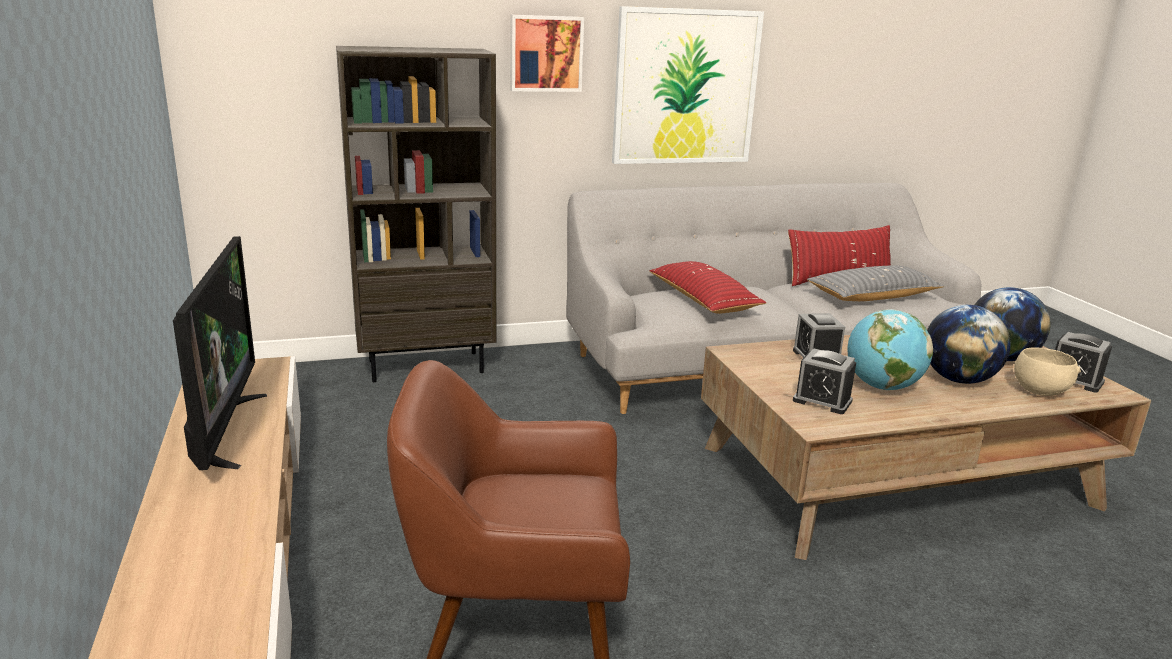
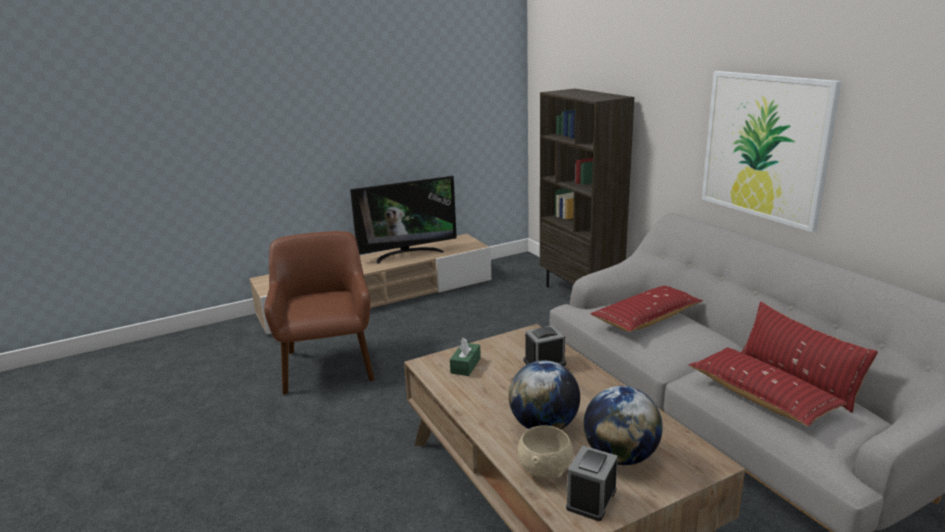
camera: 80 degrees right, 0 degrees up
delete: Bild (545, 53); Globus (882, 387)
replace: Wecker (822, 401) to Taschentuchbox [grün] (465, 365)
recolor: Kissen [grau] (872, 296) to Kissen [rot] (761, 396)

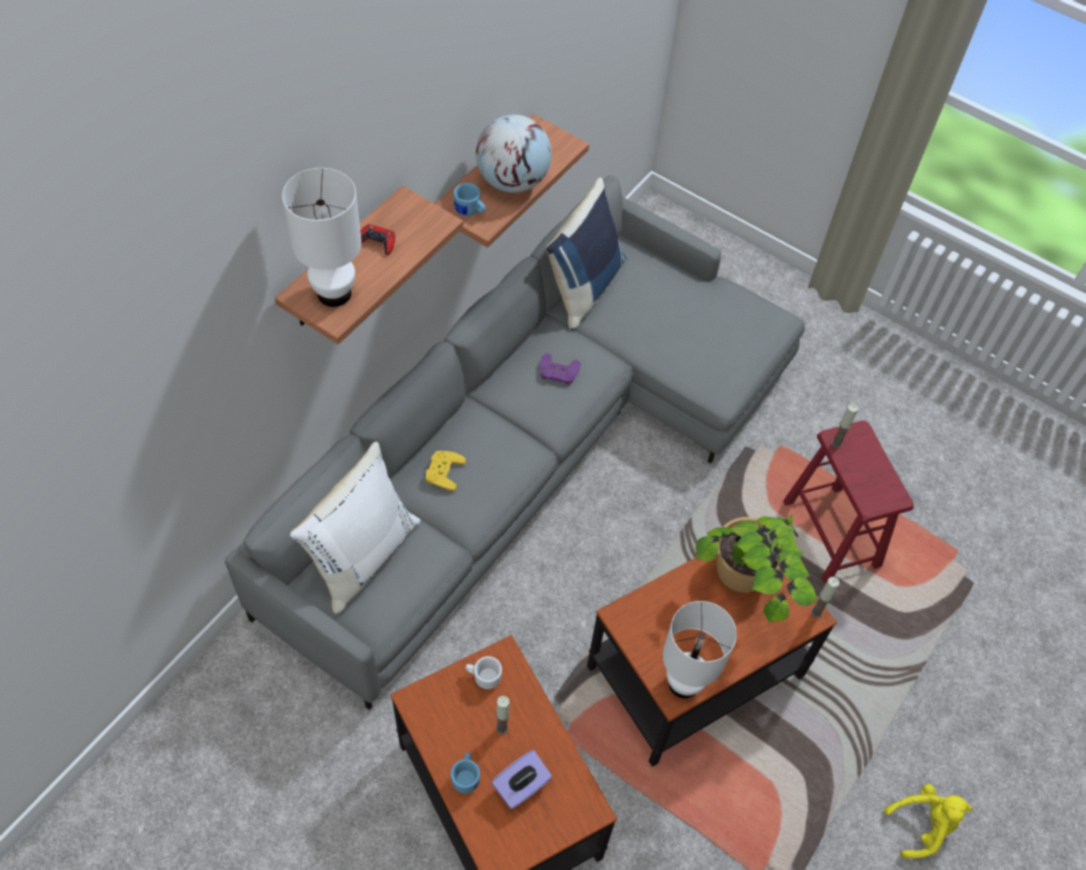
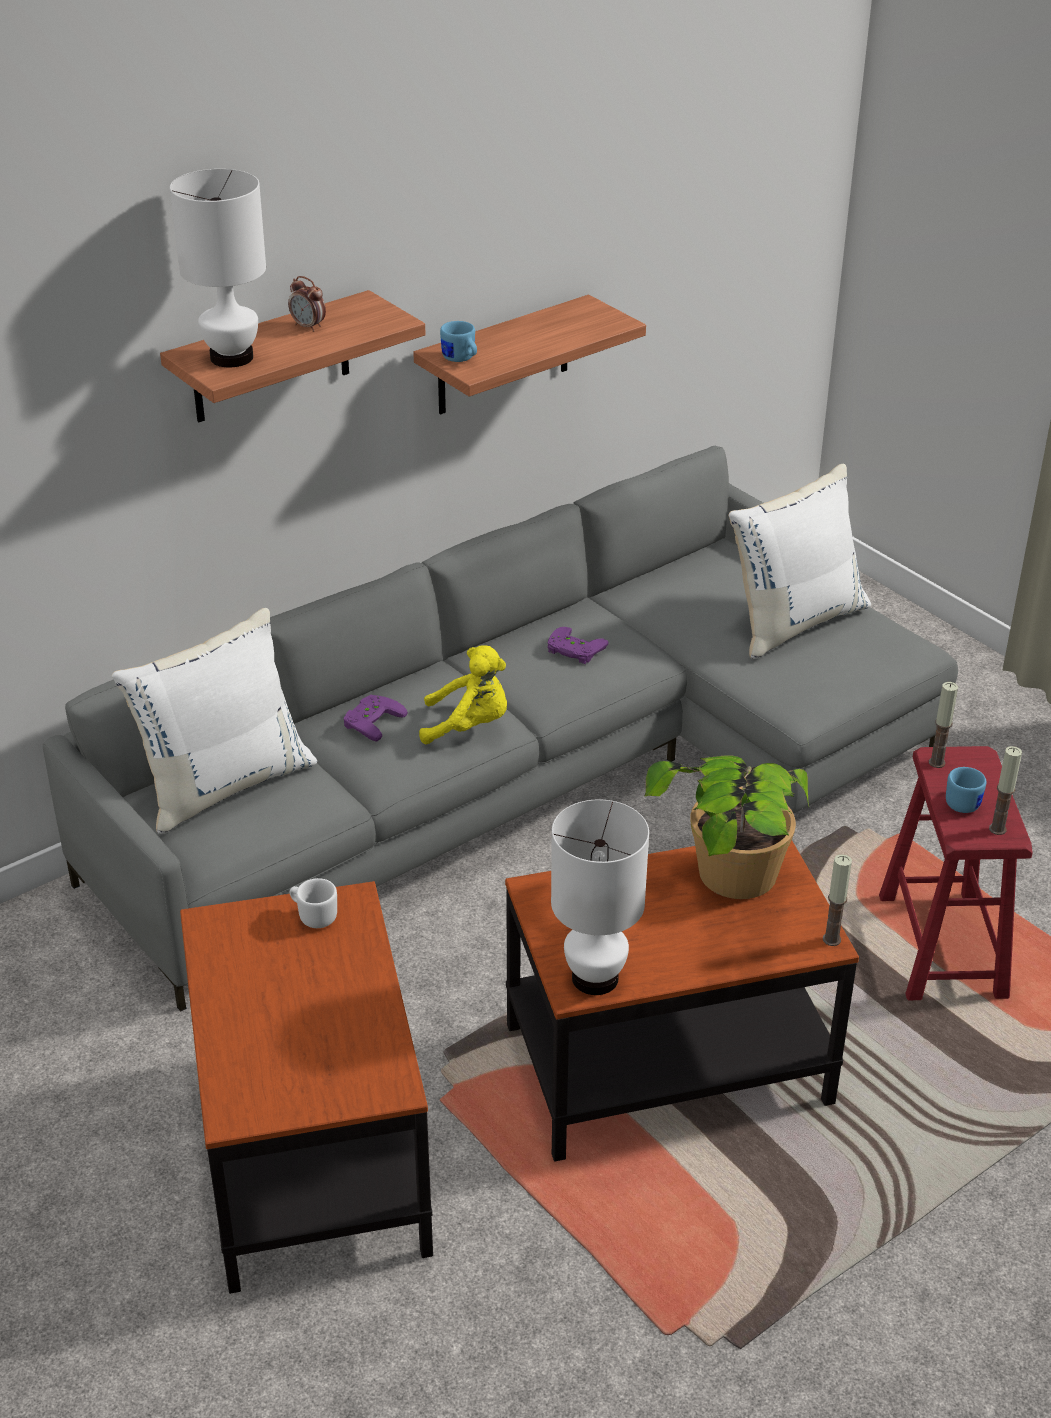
camera: 20 degrees right, 20 degrees down
delete: Globus (512, 181); Taschentuchbox [lila] (521, 786); Kissen [blau] (583, 286)
insert: Kissen [weiß] (794, 621)
move: Plüschtier [gelb] (922, 825) to (469, 726); Henkelbecher [blau] (466, 776) to (964, 801); Kerze (501, 728) to (997, 829)
replace: Gamepad [rot] (377, 242) to Wecker (308, 327)
recolor: Gamepad [gelb] (442, 471) to Gamepad [lila] (371, 720)

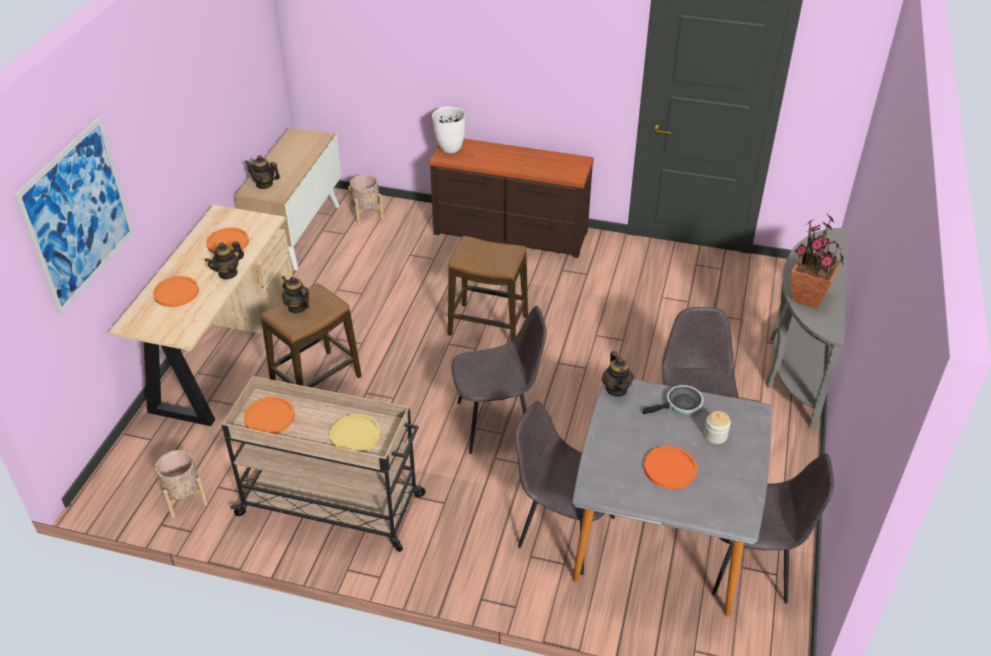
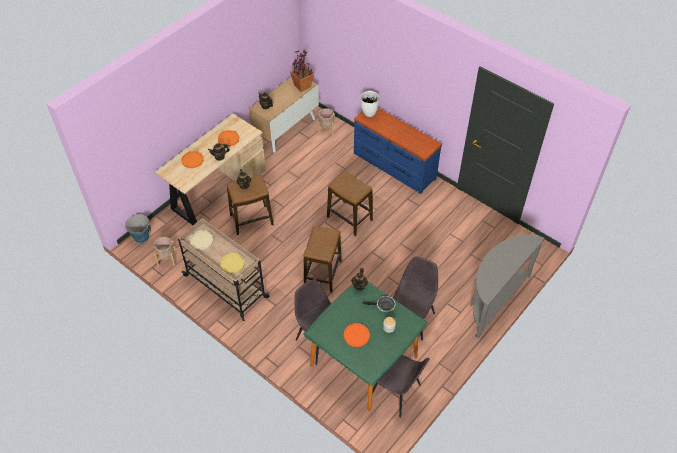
camera: 25 degrees right, 10 degrees up
delete: Bild (78, 215)
insert: Eimer (141, 237)
move: Topfpflanze (808, 297) to (302, 86)
replace: Stuhl [grau] (497, 423) to Hocker (323, 274)
recolor: Teller [orange] (269, 417) to Teller [beige] (201, 240); Esstisch [grau] (662, 535) to Esstisch [grün] (364, 361); Kommode [braun] (510, 233) to Kommode [blau] (393, 166)

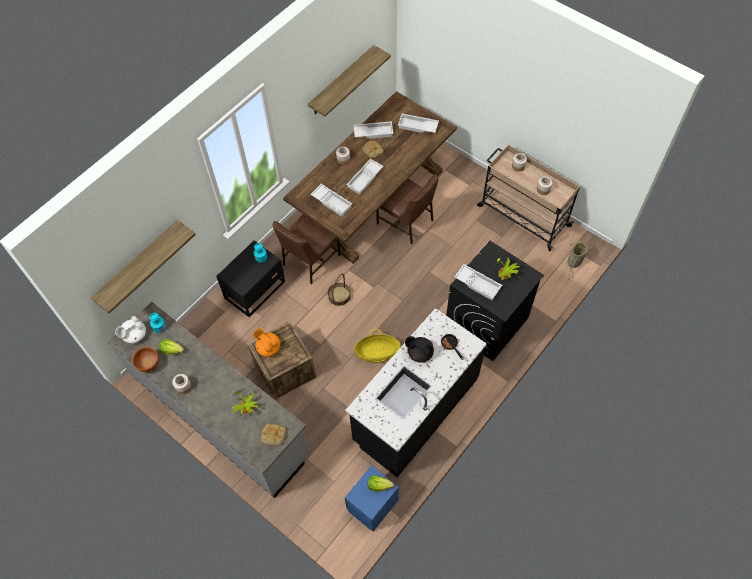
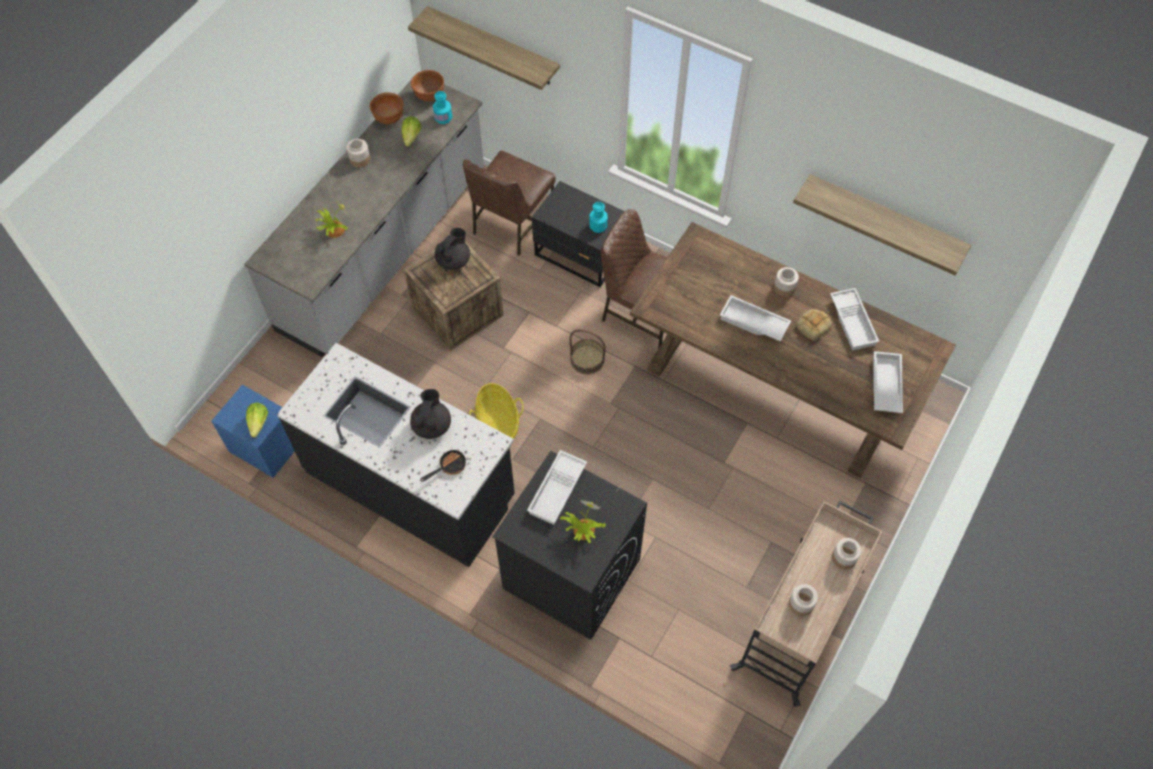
camera: 80 degrees right, 0 degrees up
delete: Brot (273, 435); Tablett [weiß] (332, 202); Korb (573, 263)
move: Stuhl [braun] (406, 222) to (511, 223)
replace: Teekanne [weiß] (134, 335) to Schüssel [braun] (429, 95)
recolor: Teekanne [orange] (268, 347) to Teekanne [schwarz] (454, 260)

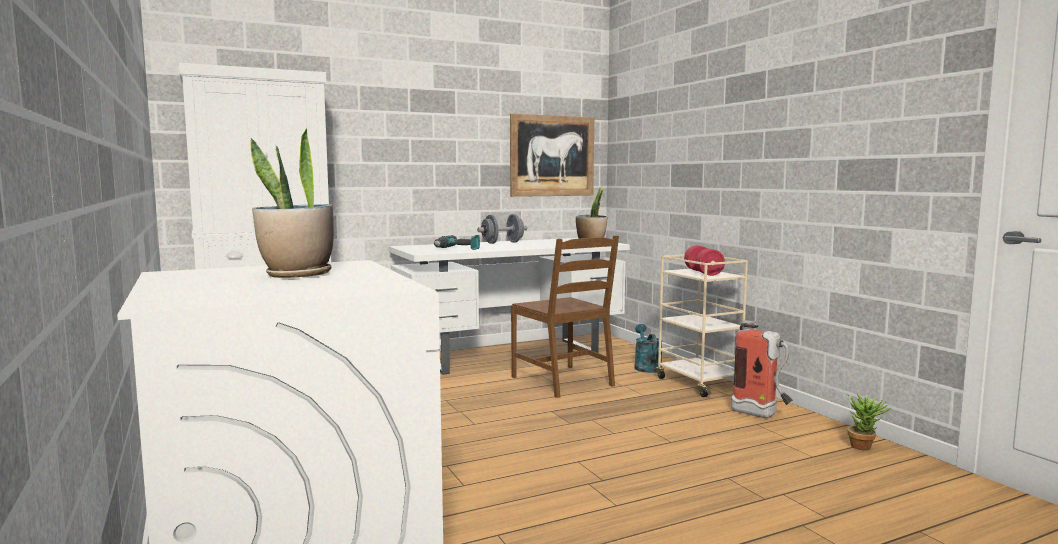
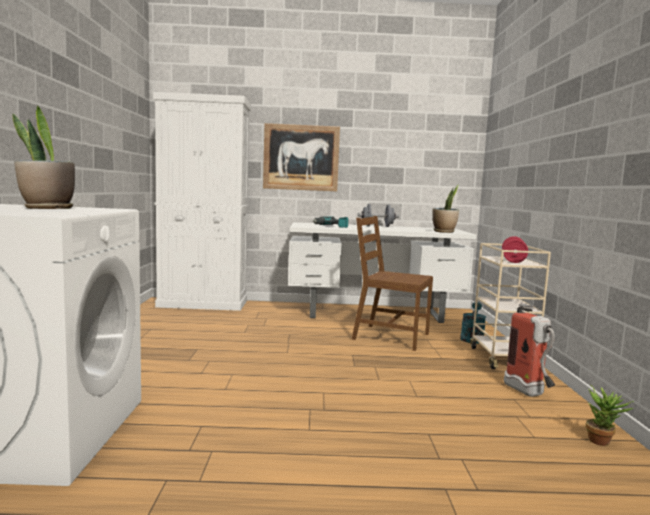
camera: 25 degrees right, 0 degrees up
move: Bild (552, 156) to (301, 157)
rotate: Stuhl [braun] (564, 381) = (390, 337) 120 degrees clockwise

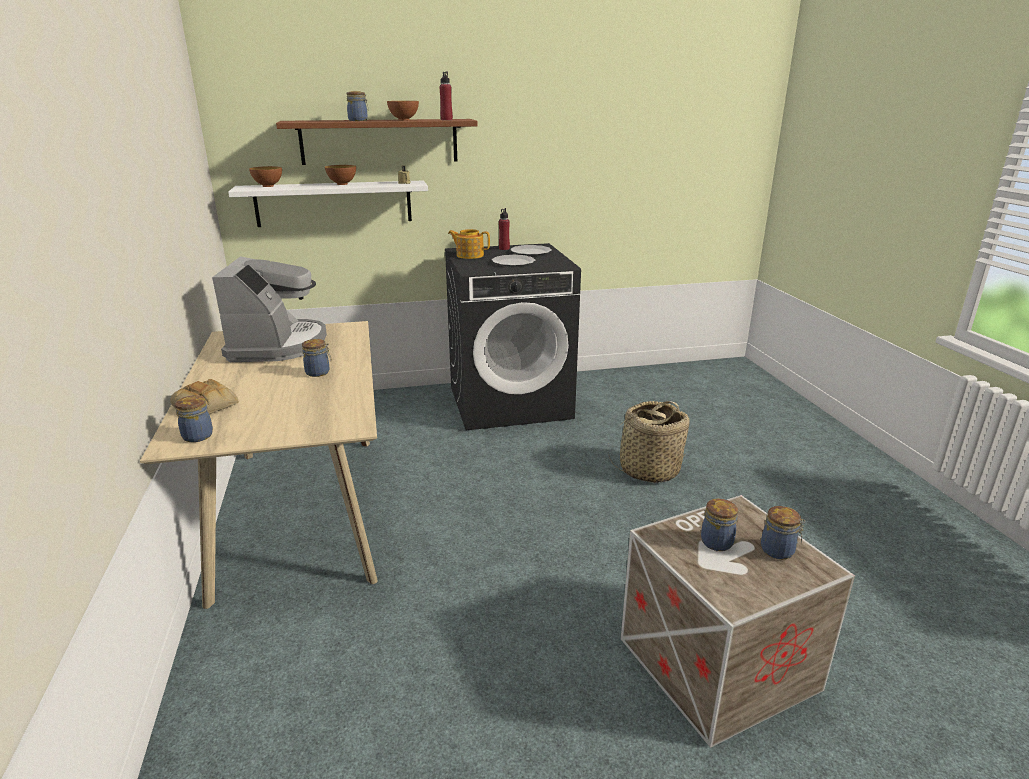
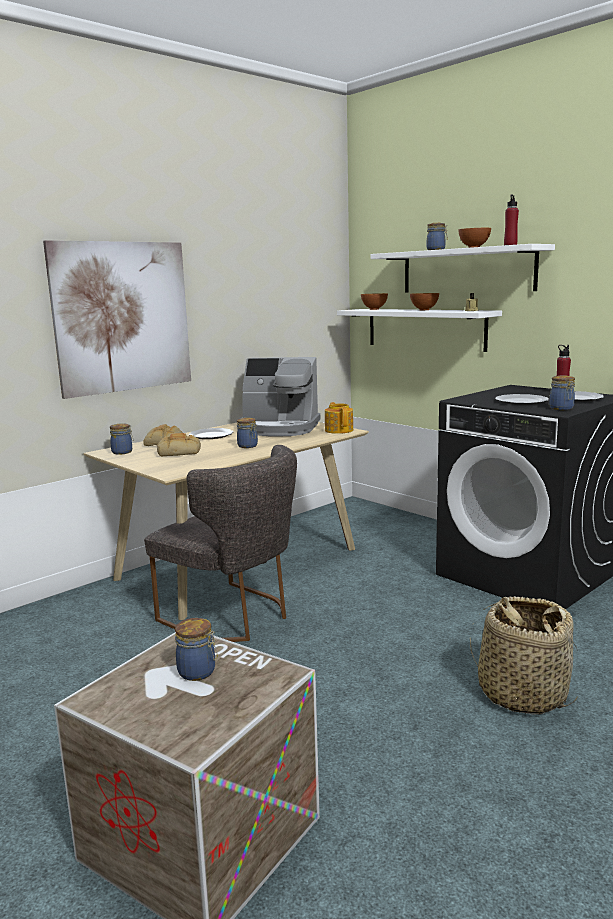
camera: 60 degrees right, 10 degrees down
insert: Bild (122, 317); Stuhl [grau] (234, 616); Brot (180, 452); Teller (211, 435)
move: Teekanne (469, 255) to (339, 430); Vorratsglas (779, 551) to (562, 408)
recolor: Wandregal [braun] (379, 141) to Wandregal [weiß] (466, 270)
rotate: Kaffeemaschine (278, 345) = (279, 428) 45 degrees clockwise

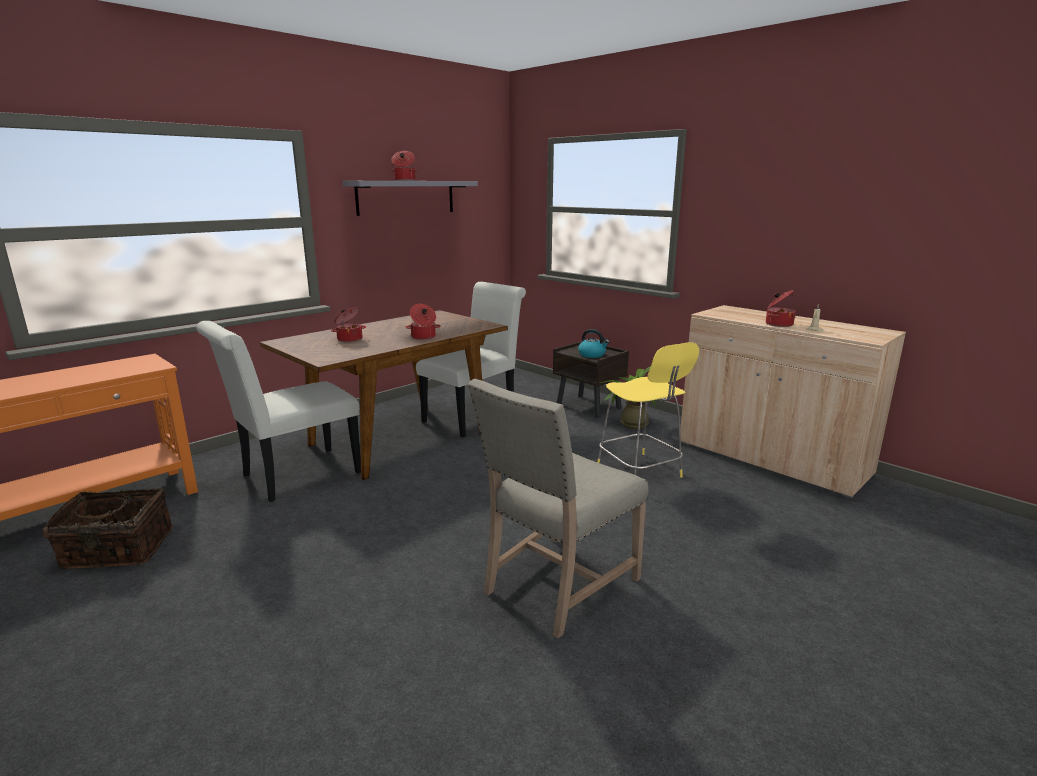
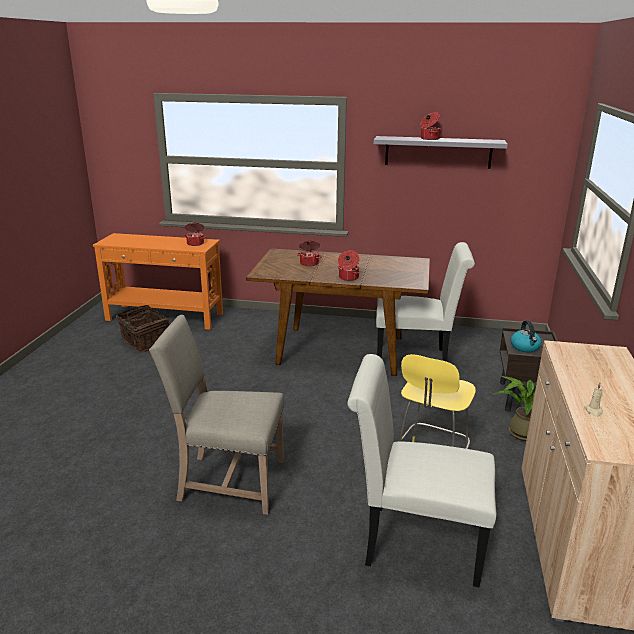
camera: 55 degrees right, 5 degrees up
move: Kochtopf (778, 324) to (195, 243); Stuhl [weiß] (294, 476) to (414, 542)

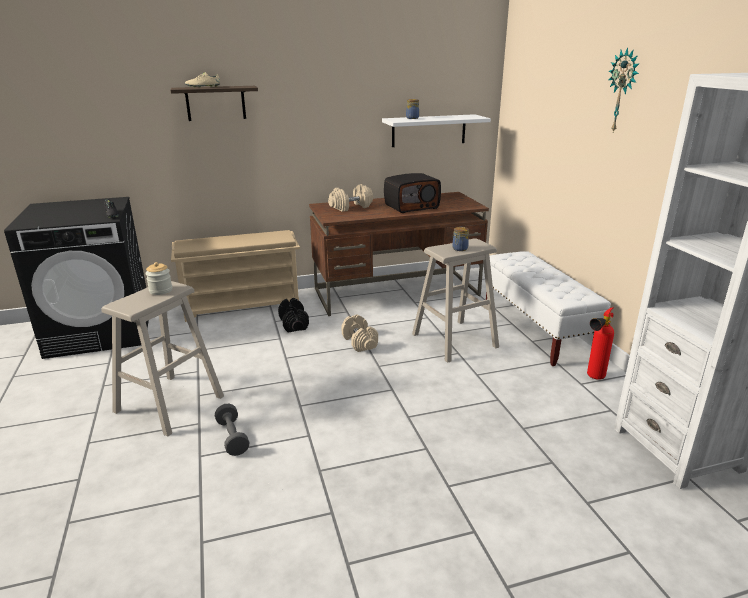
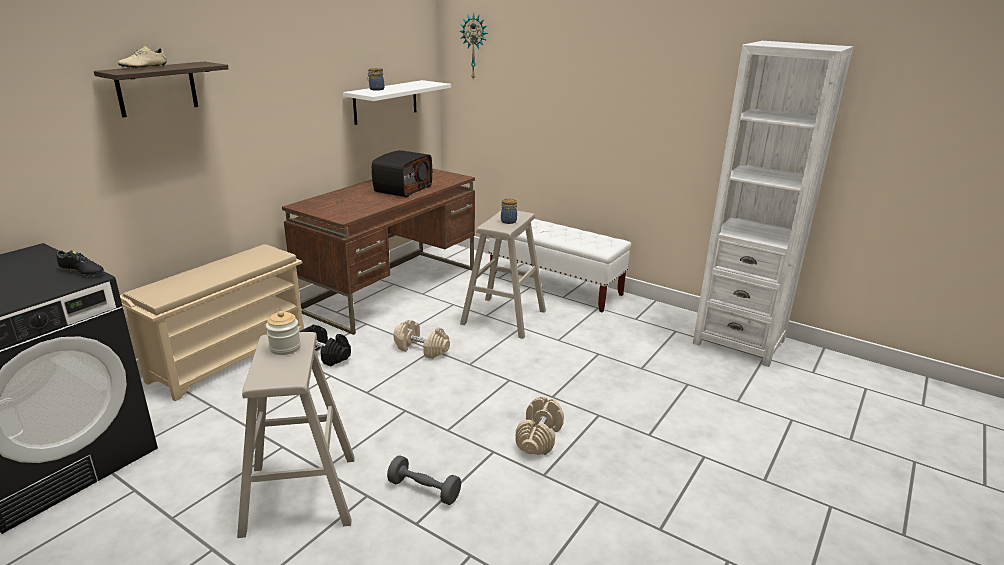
camera: 40 degrees left, 0 degrees up
delete: Feuerlöscher (593, 378)
move: Wanduhr (623, 91) to (475, 47); Hantel [beige] (351, 207) to (539, 437)

